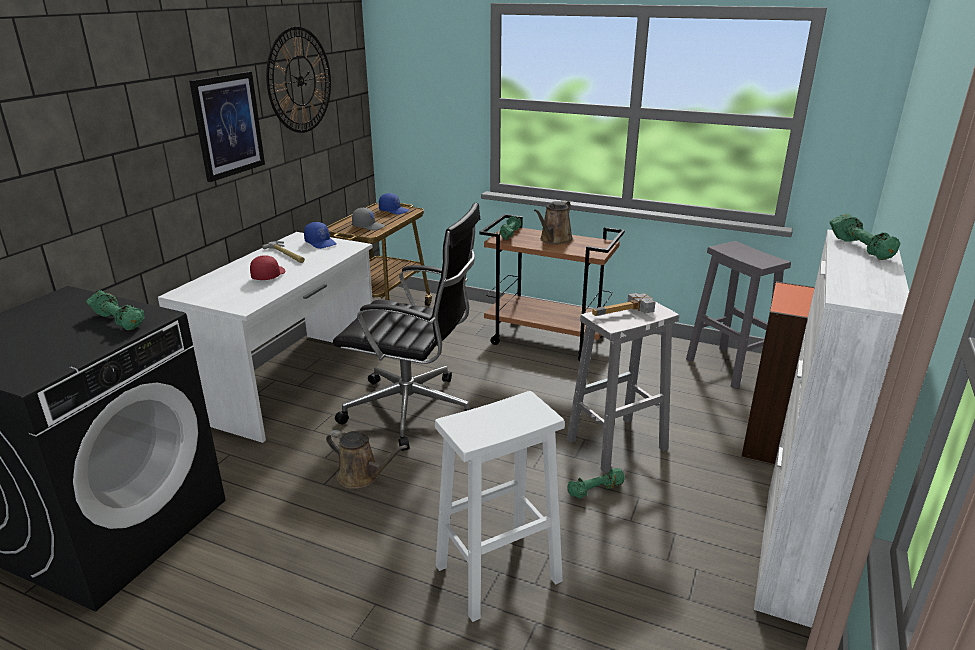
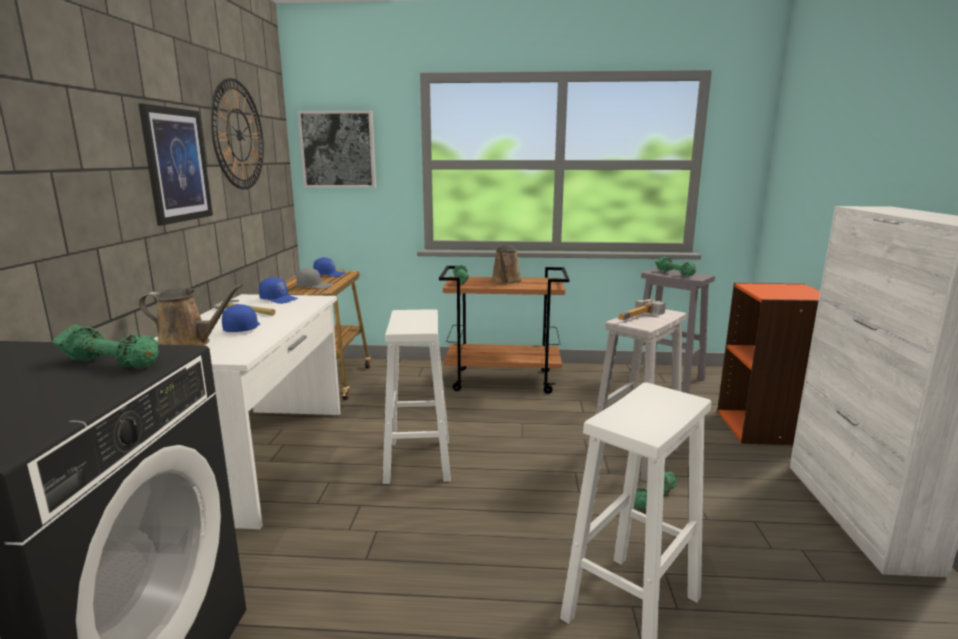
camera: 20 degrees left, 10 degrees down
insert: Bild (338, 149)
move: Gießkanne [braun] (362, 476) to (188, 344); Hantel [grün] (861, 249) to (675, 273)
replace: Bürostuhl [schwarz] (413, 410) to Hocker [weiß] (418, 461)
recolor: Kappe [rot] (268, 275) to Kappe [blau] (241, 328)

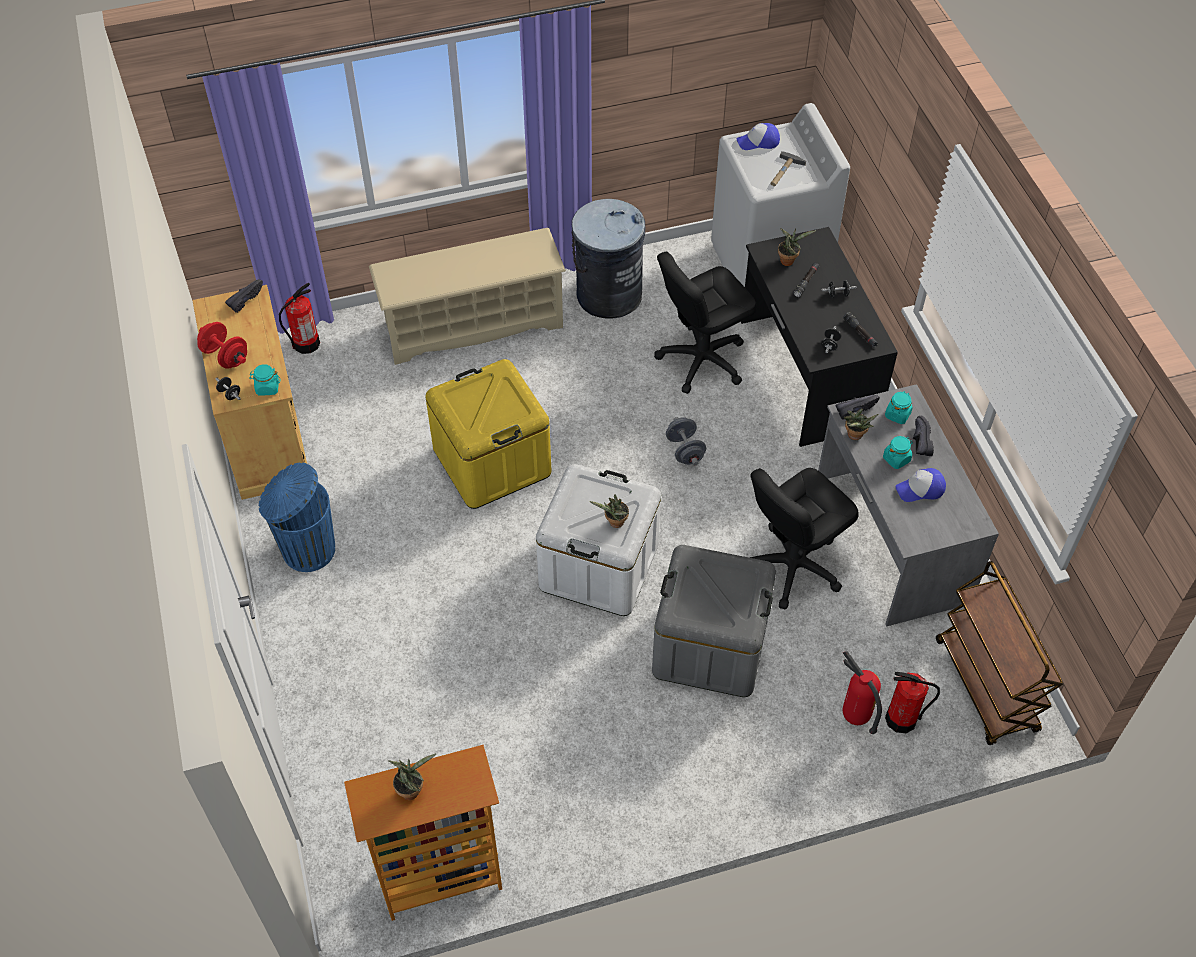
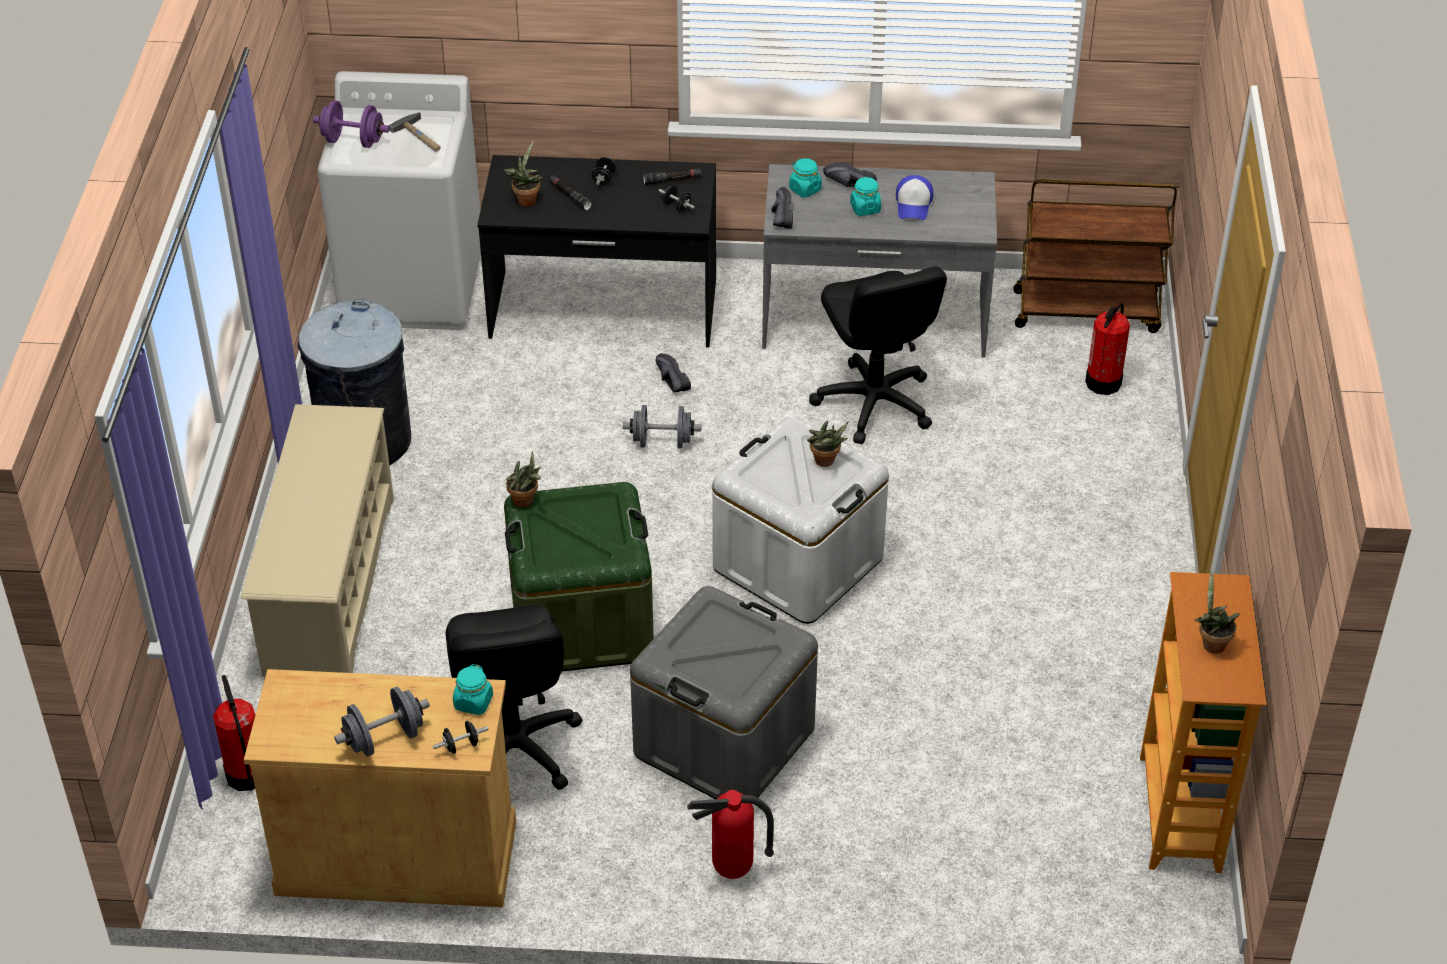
camera: 70 degrees left, 10 degrees down
delete: Mülleimer [blau] (307, 549)
move: Bürostuhl [schwarz] (701, 360) to (512, 748); Topfpflanze (855, 436) to (526, 501); Aufbewahrungsbox [grau] (710, 646) to (724, 741); Schuh [schwarz] (244, 299) to (669, 381); Feuerlöscher (854, 717) to (732, 871)
replace: Kappe (758, 142) to Hantel [lila] (353, 141)
recolor: Hantel [rot] (225, 356) to Hantel [grau] (384, 738); Aufbewahrungsbox [gelb] (492, 461) to Aufbewahrungsbox [grün] (581, 622)

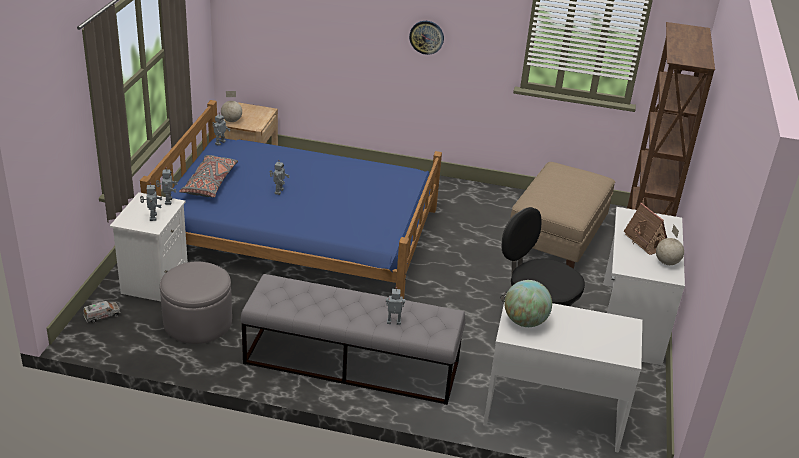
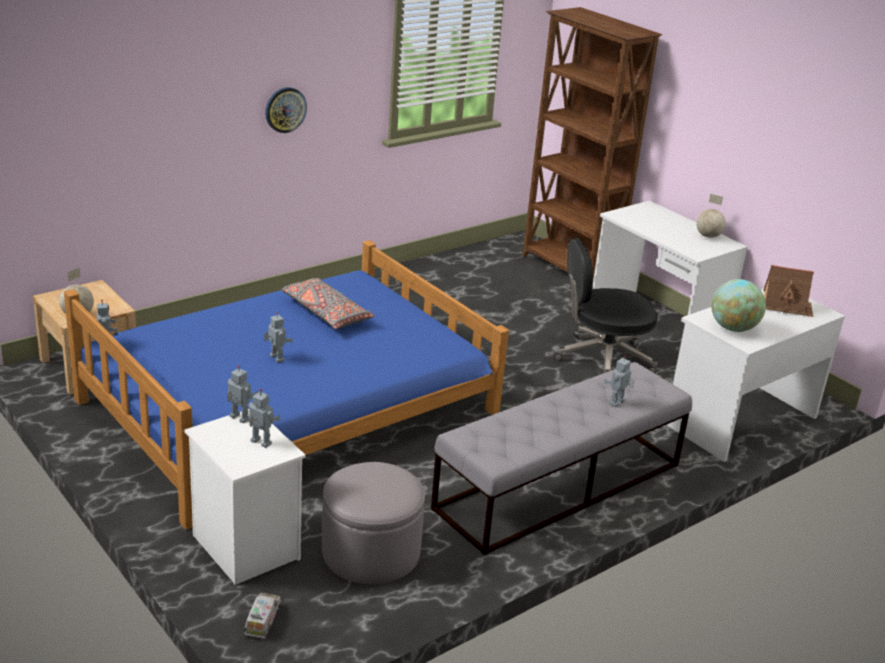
camera: 50 degrees left, 5 degrees down
delete: Polsterhocker [beige] (556, 238)
move: Kissen [grau] (210, 183) to (326, 313); Spielzeughaus (646, 241) to (786, 306)

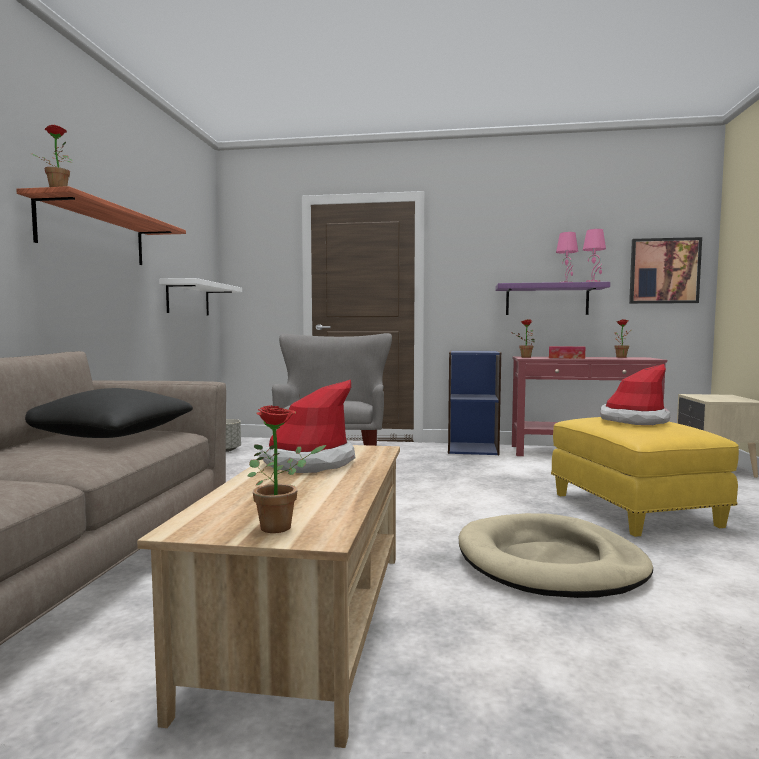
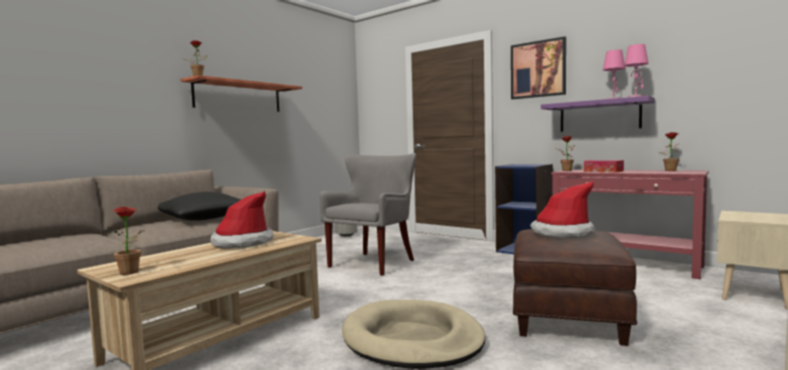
camera: 30 degrees right, 0 degrees up
delete: Wandregal [weiß] (188, 299)
move: Bild (664, 271) to (538, 69)
recolor: Polsterhocker [gelb] (635, 510) to Polsterhocker [braun] (568, 316)

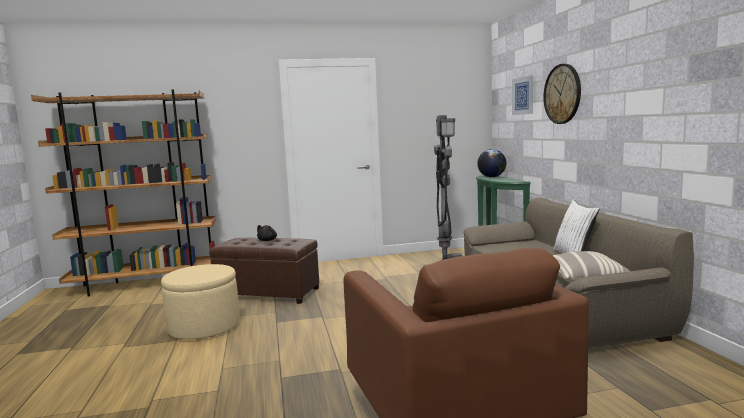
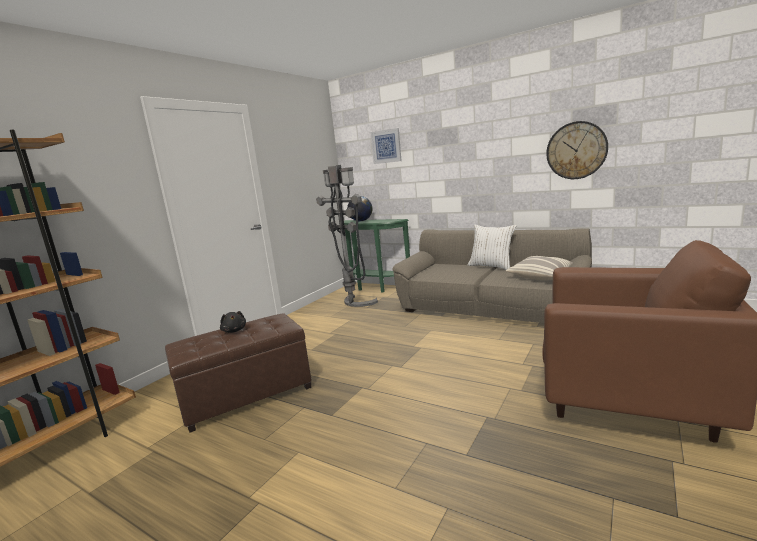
camera: 45 degrees left, 5 degrees up
delete: Polsterhocker [beige] (204, 327)
move: Wanduhr (562, 94) to (576, 150)

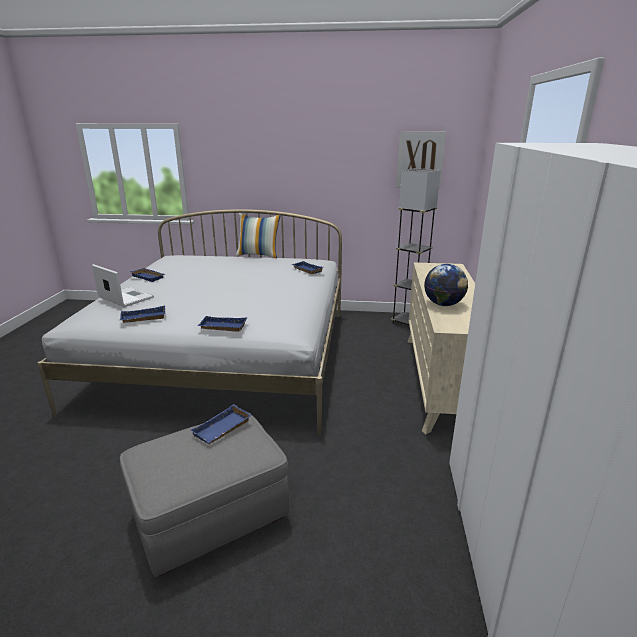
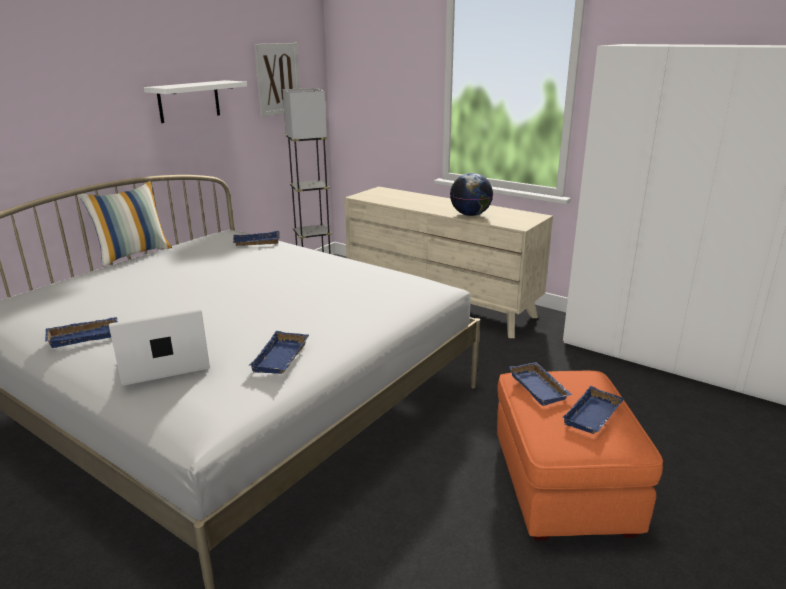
camera: 60 degrees left, 0 degrees up
insert: Wandregal [weiß] (189, 101)
move: Tablett [blau] (222, 327) to (594, 416)
recolor: Polsterhocker [grau] (209, 516) to Polsterhocker [orange] (563, 486)

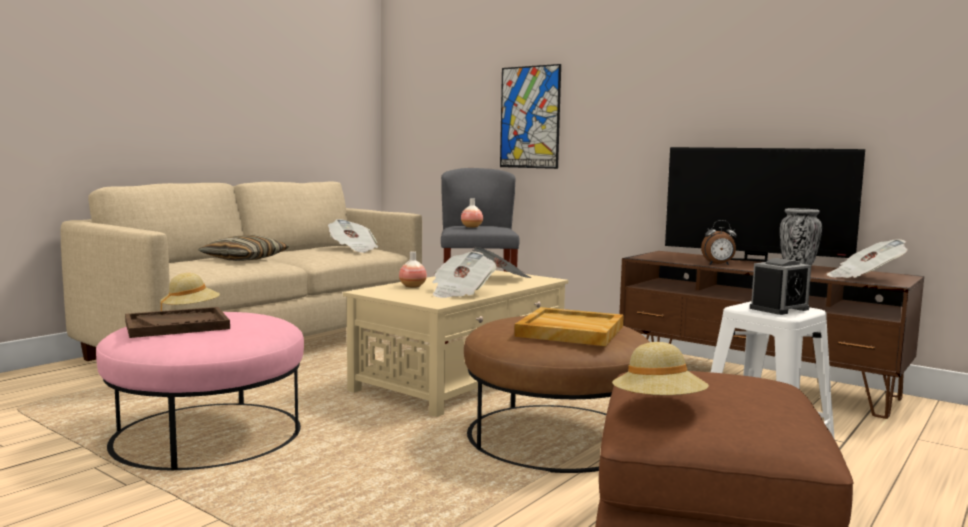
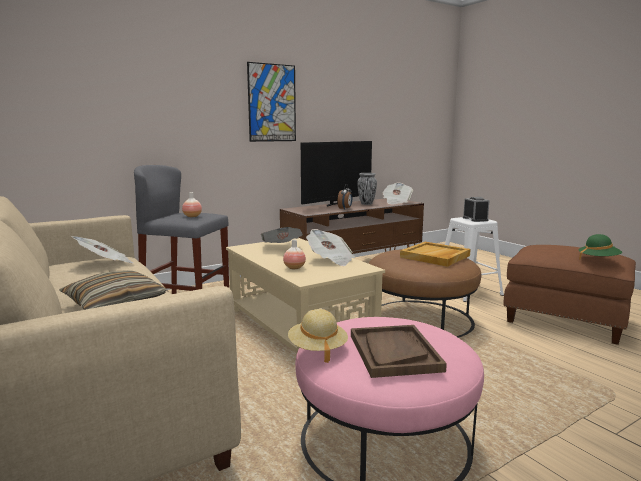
camera: 70 degrees left, 5 degrees up
move: Bild (530, 117) to (272, 103)
recolor: Hut [beige] (658, 406) to Hut [grün] (598, 260)

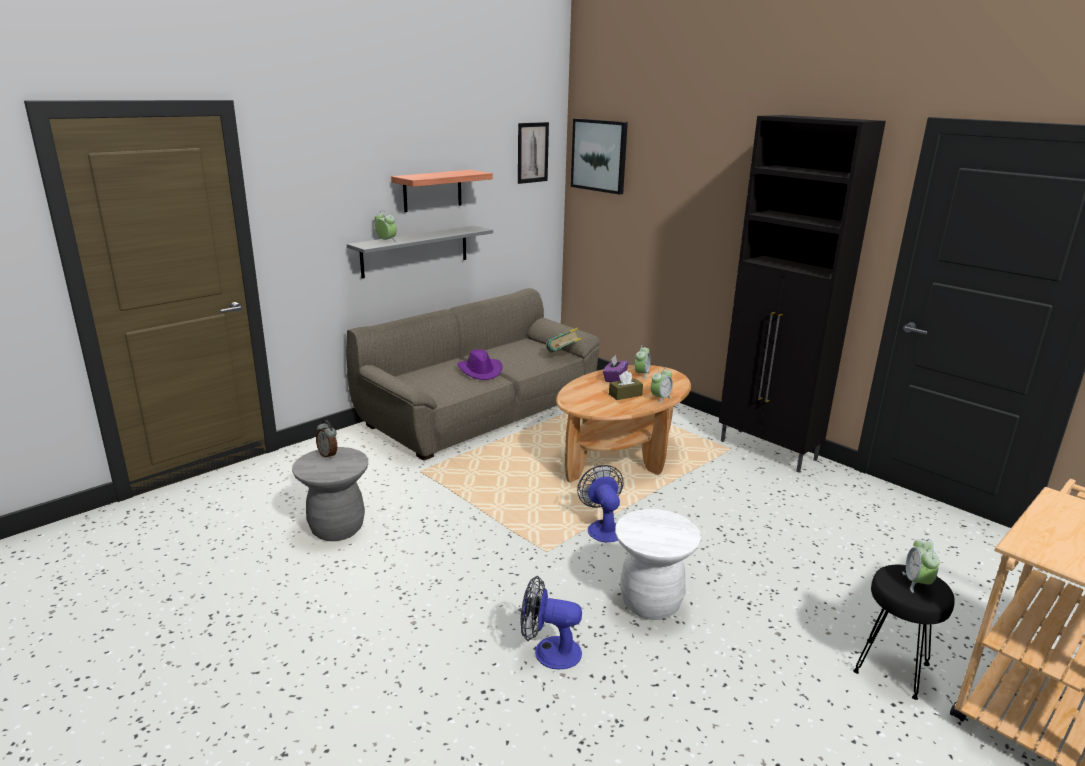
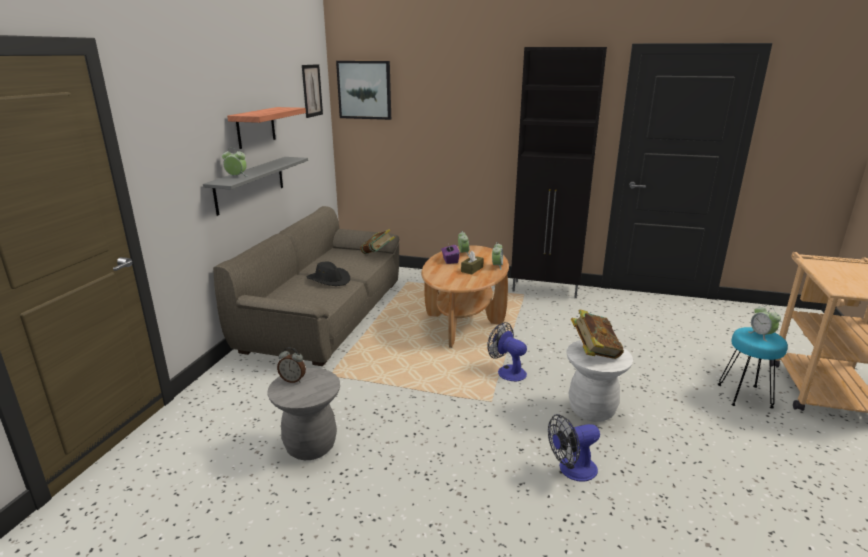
camera: 30 degrees left, 0 degrees up
insert: Buch (594, 352)
recolor: Hut [lila] (480, 371) to Hut [schwarz] (329, 279); Hocker [schwarz] (892, 669) to Hocker [türkis] (745, 396)

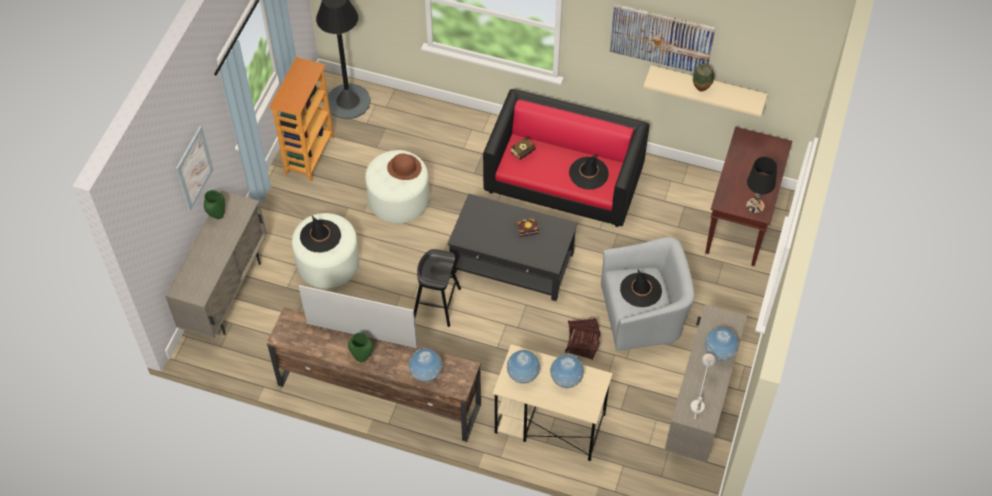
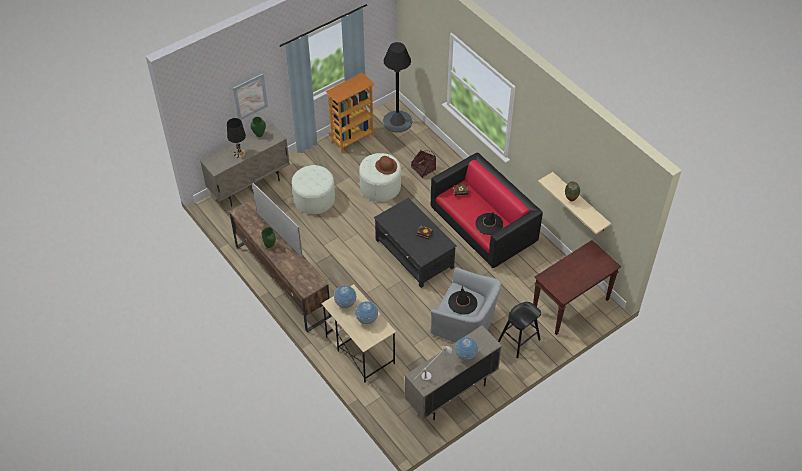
camera: 35 degrees right, 5 degrees down
delete: Hut [schwarz] (320, 236); Globus (426, 374); Bild (661, 38)
move: Tischlampe [schwarz] (755, 205) to (239, 153); Korb (582, 345) to (423, 169); Hocker [schwarz] (436, 303) to (519, 340)

